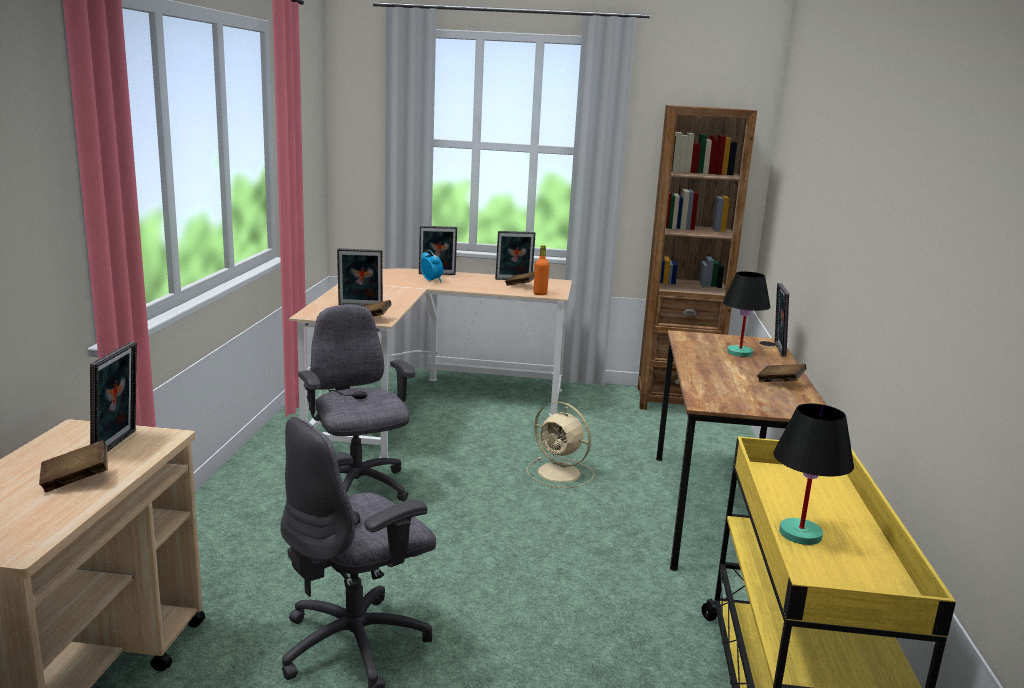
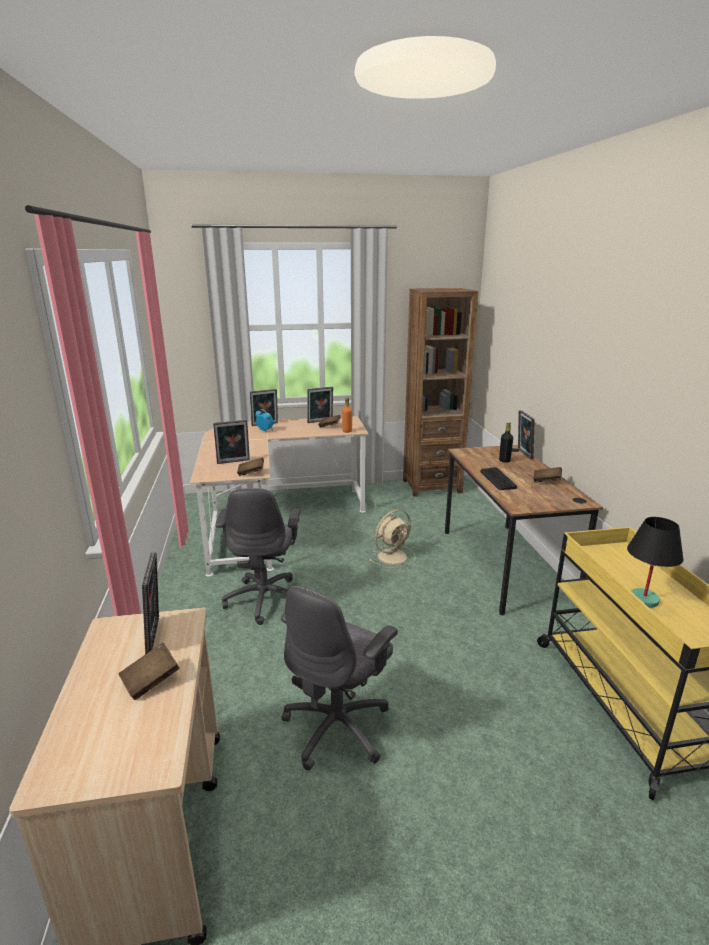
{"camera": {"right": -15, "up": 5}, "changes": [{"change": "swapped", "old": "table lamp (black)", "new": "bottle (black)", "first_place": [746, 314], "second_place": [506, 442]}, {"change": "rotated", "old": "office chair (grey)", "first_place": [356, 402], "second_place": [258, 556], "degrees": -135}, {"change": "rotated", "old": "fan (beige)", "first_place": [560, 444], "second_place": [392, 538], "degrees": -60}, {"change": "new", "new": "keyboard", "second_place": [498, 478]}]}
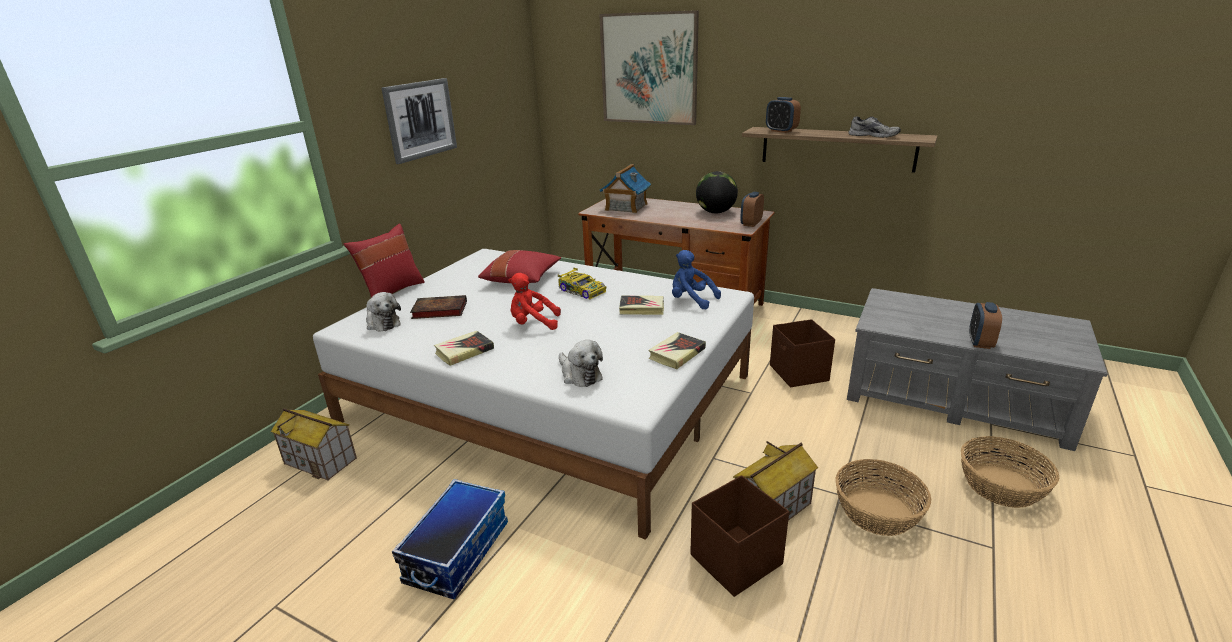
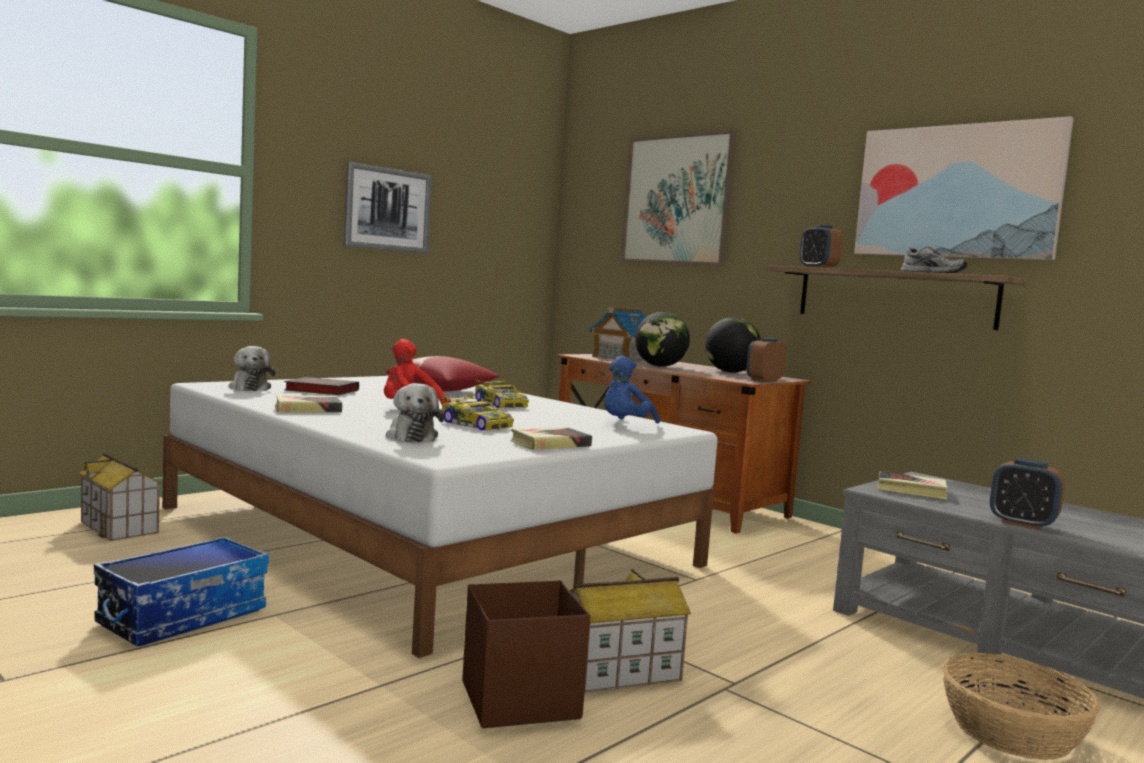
{"camera": {"right": 15, "up": -20}, "changes": [{"change": "gone", "old": "pillow (red)", "first_place": [384, 261]}, {"change": "rotated", "old": "plush toy (blue)", "first_place": [696, 279], "second_place": [632, 389], "degrees": -105}, {"change": "shifted", "old": "book", "first_place": [641, 305], "second_place": [912, 485]}, {"change": "rotated", "old": "alarm clock", "first_place": [985, 325], "second_place": [1027, 494], "degrees": -90}, {"change": "gone", "old": "storage box (brown)", "first_place": [802, 353]}, {"change": "gone", "old": "basket", "first_place": [883, 497]}, {"change": "new", "new": "picture", "second_place": [964, 188]}, {"change": "new", "new": "globe", "second_place": [662, 339]}, {"change": "new", "new": "toy car", "second_place": [478, 413]}]}
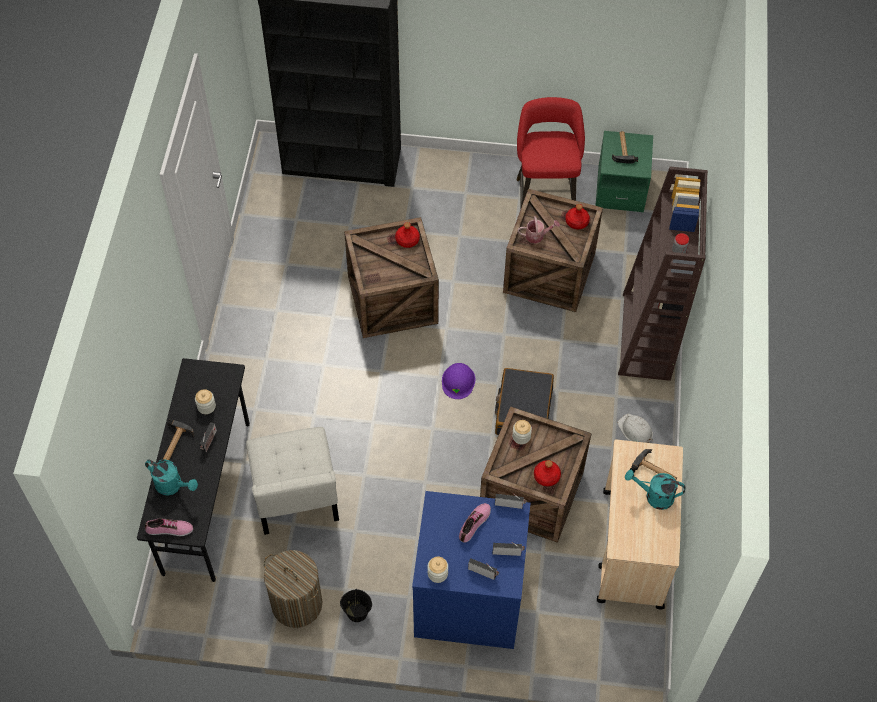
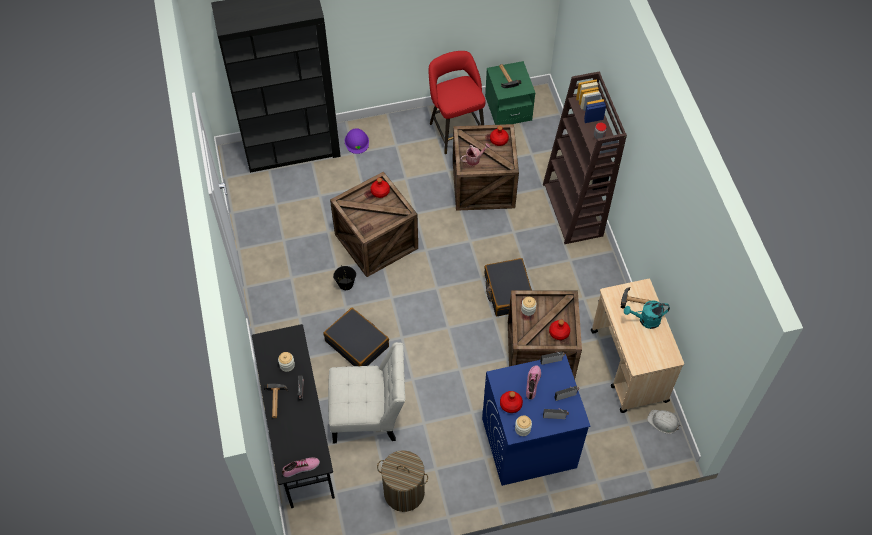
{"camera": {"right": -20, "up": 0}, "changes": [{"change": "shifted", "old": "hard hat (purple)", "first_place": [459, 381], "second_place": [357, 141]}, {"change": "shifted", "old": "hard hat (white)", "first_place": [635, 428], "second_place": [664, 422]}, {"change": "rotated", "old": "chair (white)", "first_place": [292, 481], "second_place": [366, 392], "degrees": -60}, {"change": "gone", "old": "watering can (turquoise)", "first_place": [171, 477]}, {"change": "shifted", "old": "bucket (black)", "first_place": [356, 605], "second_place": [344, 277]}, {"change": "new", "new": "suitcase (black)", "second_place": [356, 337]}, {"change": "new", "new": "bottle (red)", "second_place": [511, 402]}]}
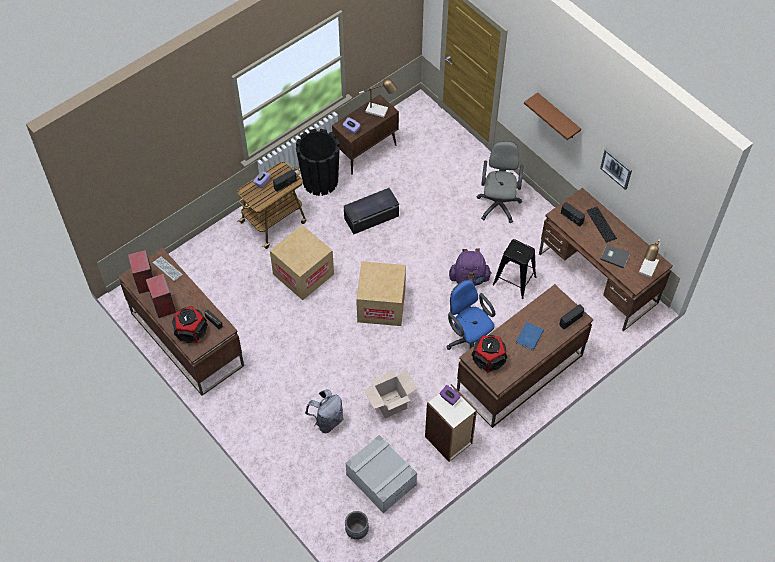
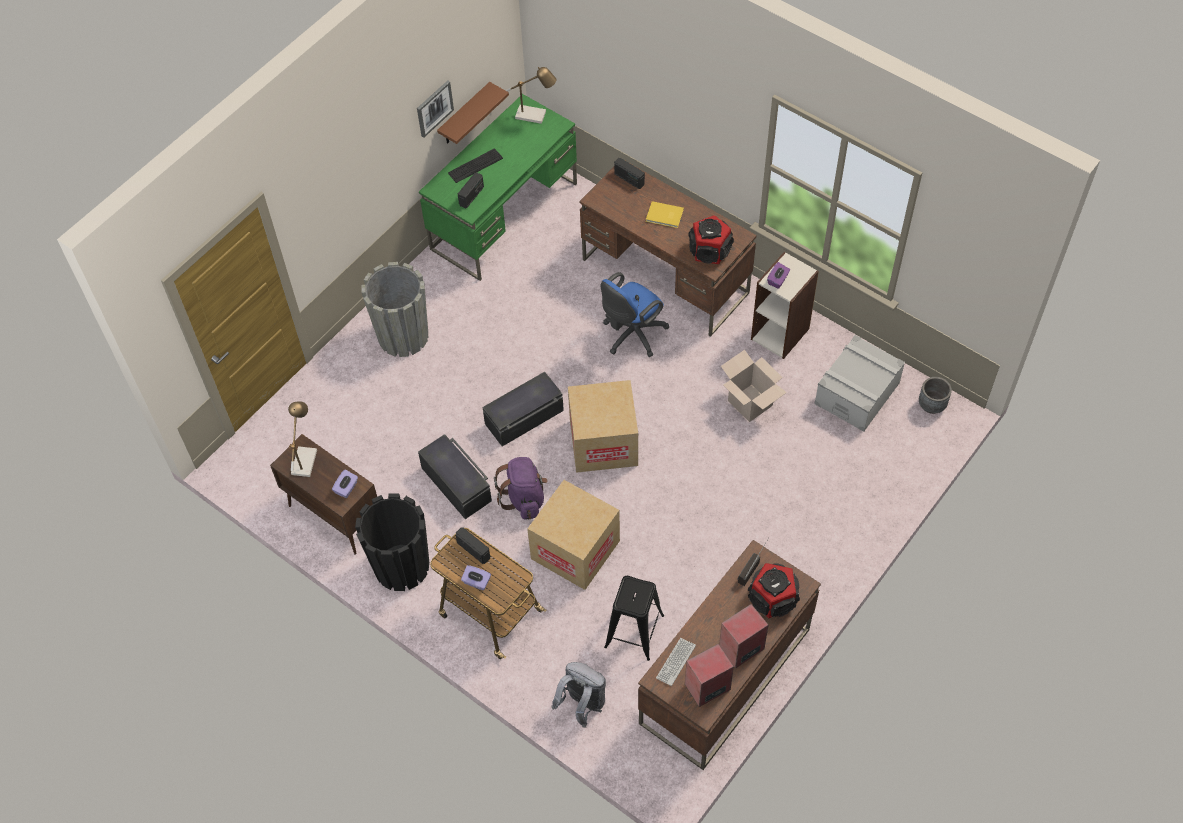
{"camera": {"right": -100, "up": 0}, "changes": [{"change": "shifted", "old": "shelf (brown)", "first_place": [552, 116], "second_place": [473, 113]}, {"change": "swapped", "old": "office chair (grey)", "new": "planter (grey)", "first_place": [500, 182], "second_place": [394, 309]}, {"change": "repainted", "old": "desk (brown)", "new": "desk (green)", "first_place": [606, 259], "second_place": [498, 187]}, {"change": "shifted", "old": "stool (black)", "first_place": [514, 269], "second_place": [634, 618]}, {"change": "gone", "old": "book (grey)", "first_place": [615, 257]}, {"change": "shifted", "old": "backpack (purple)", "first_place": [470, 267], "second_place": [521, 488]}, {"change": "repainted", "old": "book (blue)", "new": "book (yellow)", "first_place": [530, 336], "second_place": [665, 214]}, {"change": "shifted", "old": "backpack (grey)", "first_place": [324, 411], "second_place": [578, 695]}, {"change": "new", "new": "storage box (black)", "second_place": [523, 409]}]}
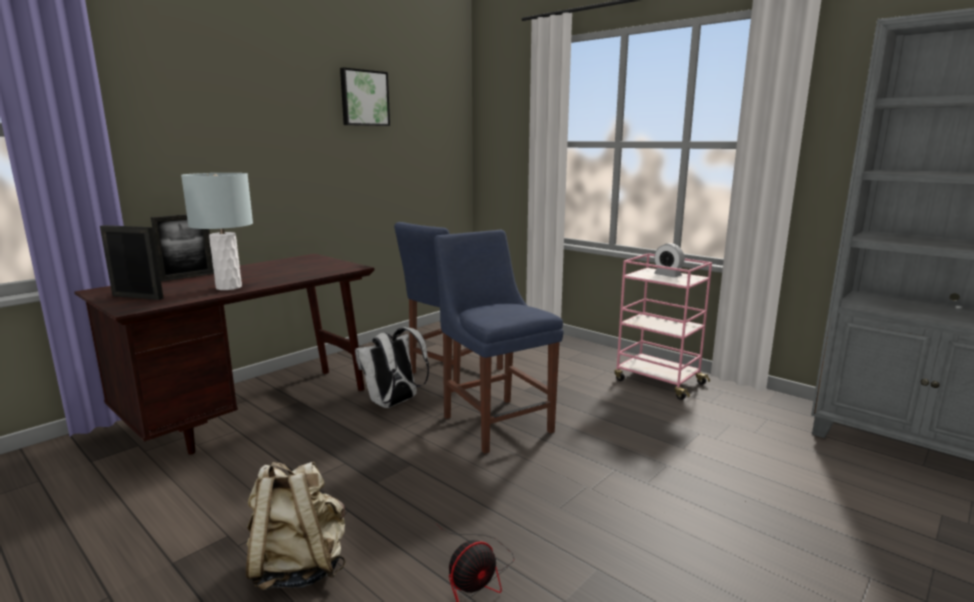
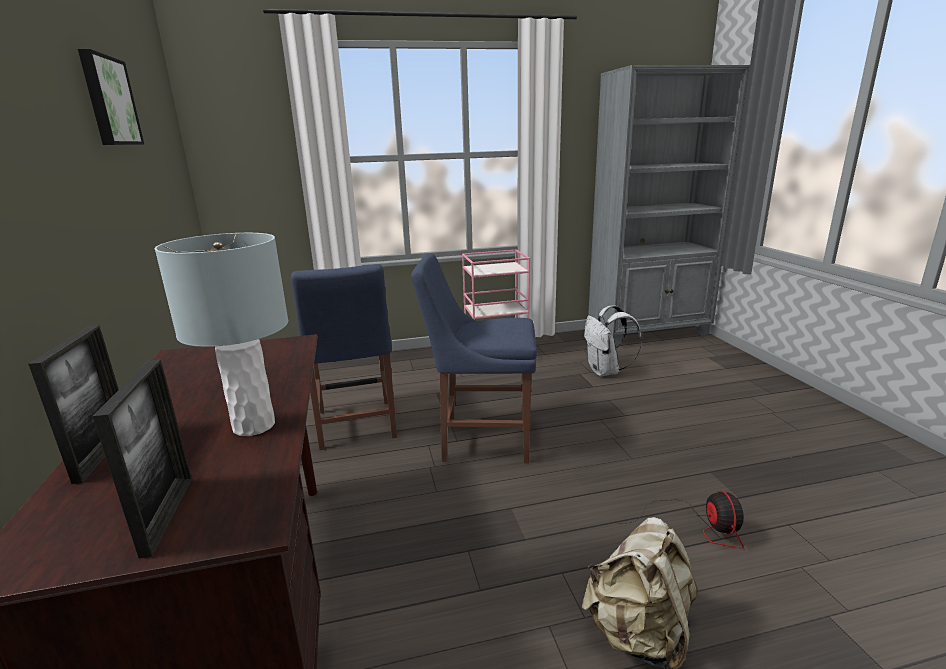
{"camera": {"right": -55, "up": 5}, "changes": [{"change": "rotated", "old": "picture frame", "first_place": [132, 262], "second_place": [142, 458], "degrees": 120}, {"change": "gone", "old": "alarm clock", "first_place": [669, 260]}, {"change": "shifted", "old": "backpack (white)", "first_place": [392, 367], "second_place": [613, 340]}]}
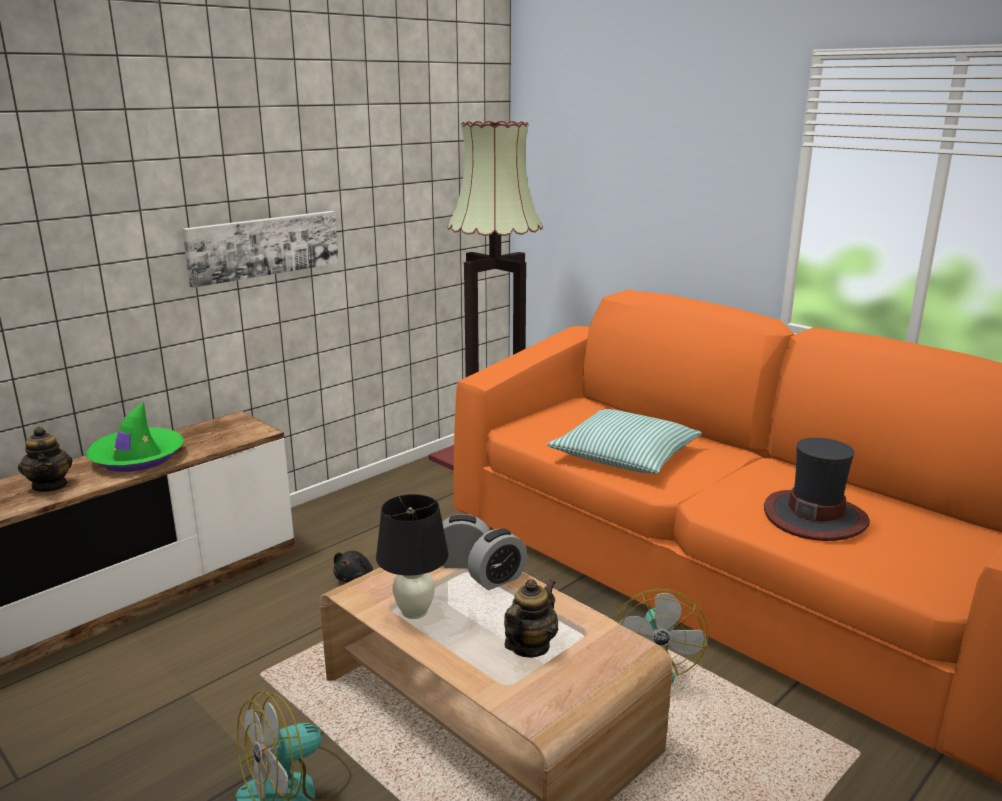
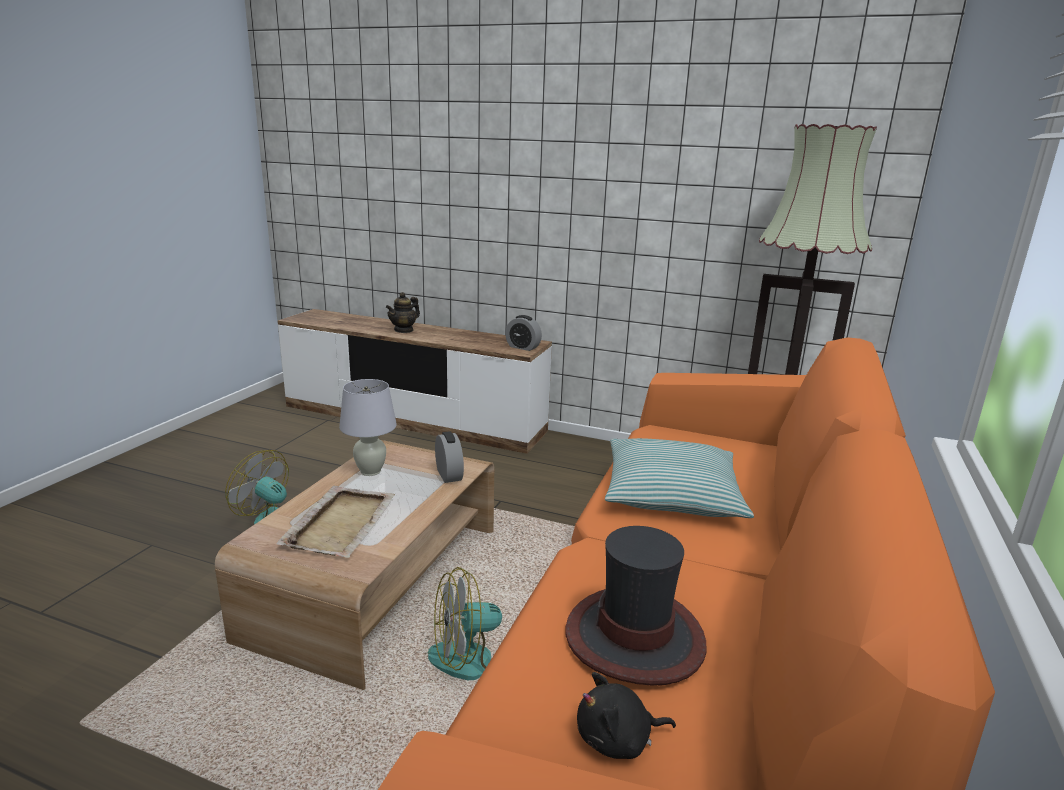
{"camera": {"right": 65, "up": 0}, "changes": [{"change": "gone", "old": "picture", "first_place": [260, 249]}, {"change": "gone", "old": "hat (green)", "first_place": [135, 436]}, {"change": "repainted", "old": "table lamp (black)", "new": "table lamp (white)", "first_place": [412, 556], "second_place": [368, 427]}, {"change": "shifted", "old": "alarm clock", "first_place": [497, 559], "second_place": [523, 333]}, {"change": "shifted", "old": "plush toy (black)", "first_place": [353, 567], "second_place": [626, 715]}, {"change": "swapped", "old": "teapot", "new": "tray (beige)", "first_place": [531, 618], "second_place": [335, 522]}]}
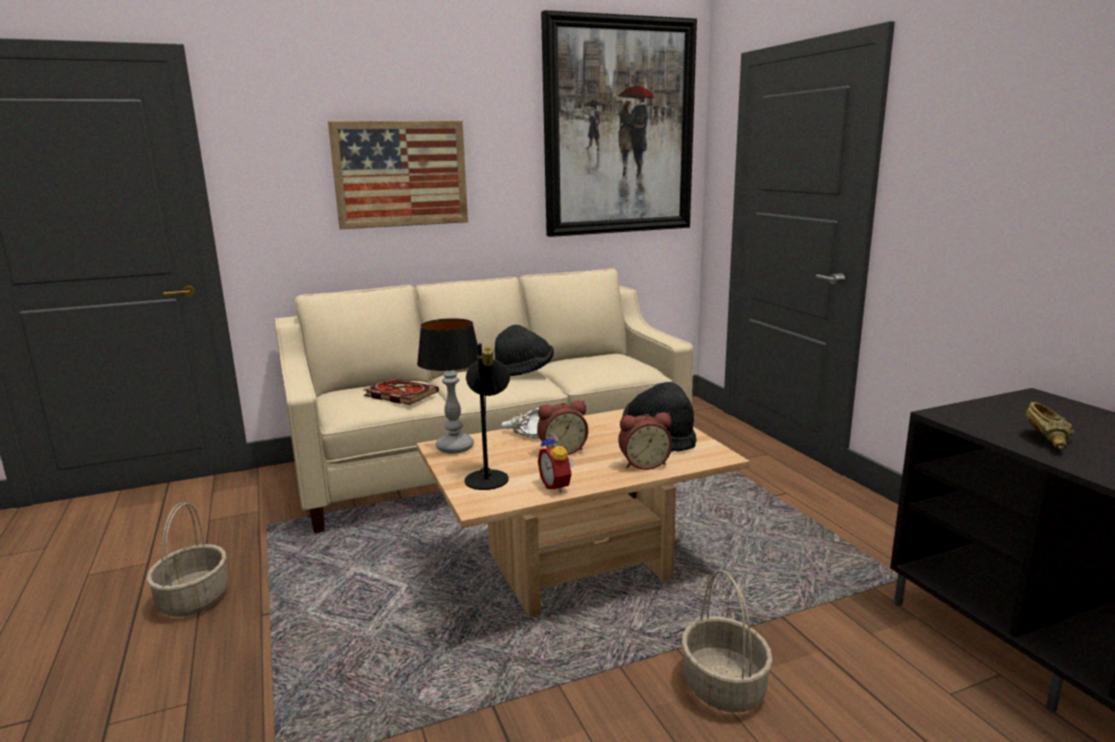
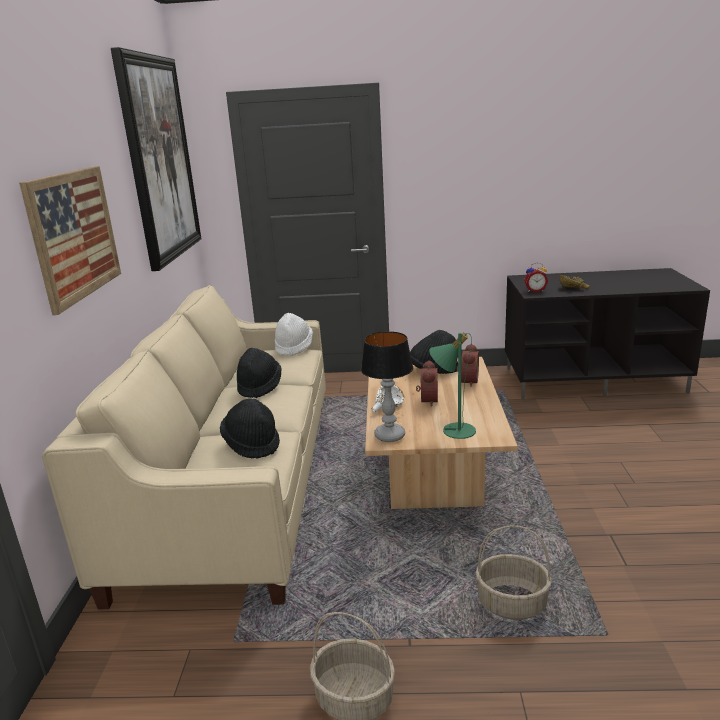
{"camera": {"right": -65, "up": 5}, "changes": [{"change": "repainted", "old": "table lamp (black)", "new": "table lamp (green)", "first_place": [487, 416], "second_place": [452, 386]}, {"change": "swapped", "old": "book", "new": "hat (black)", "first_place": [401, 391], "second_place": [250, 428]}, {"change": "shifted", "old": "alarm clock", "first_place": [556, 463], "second_place": [536, 277]}, {"change": "shifted", "old": "basket", "first_place": [727, 641], "second_place": [514, 572]}, {"change": "new", "new": "hat (white)", "second_place": [294, 334]}]}
